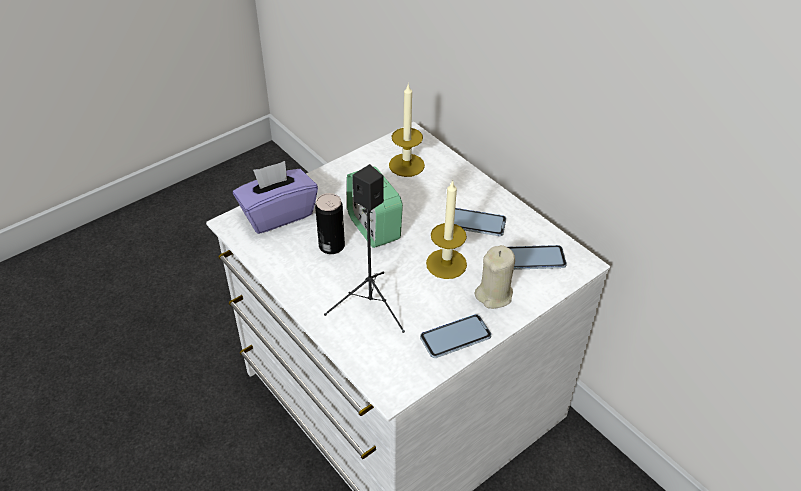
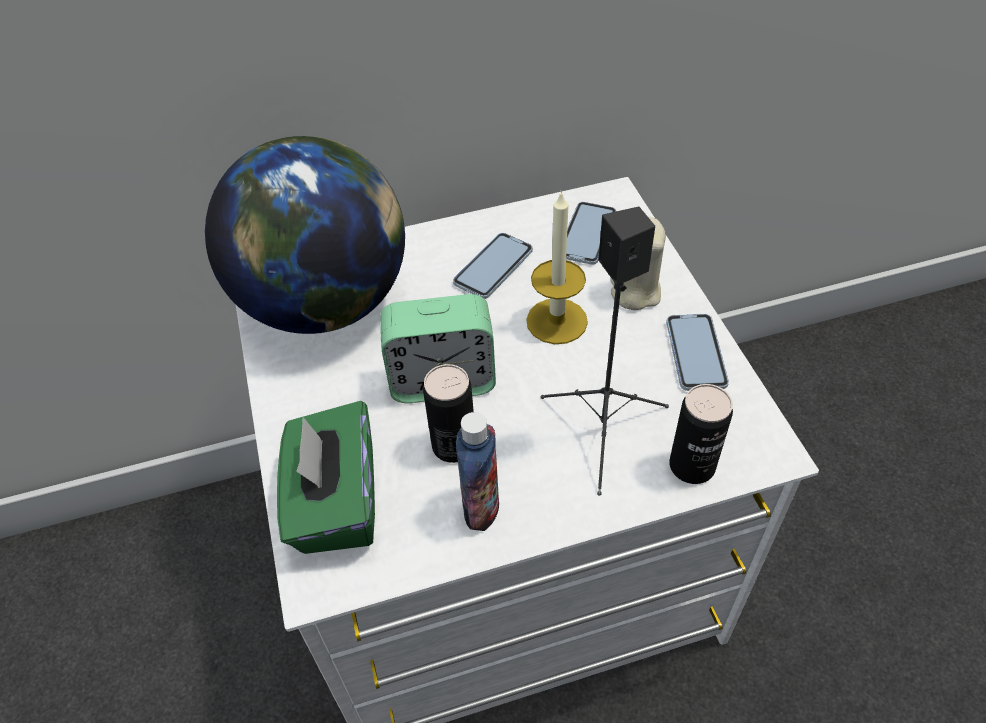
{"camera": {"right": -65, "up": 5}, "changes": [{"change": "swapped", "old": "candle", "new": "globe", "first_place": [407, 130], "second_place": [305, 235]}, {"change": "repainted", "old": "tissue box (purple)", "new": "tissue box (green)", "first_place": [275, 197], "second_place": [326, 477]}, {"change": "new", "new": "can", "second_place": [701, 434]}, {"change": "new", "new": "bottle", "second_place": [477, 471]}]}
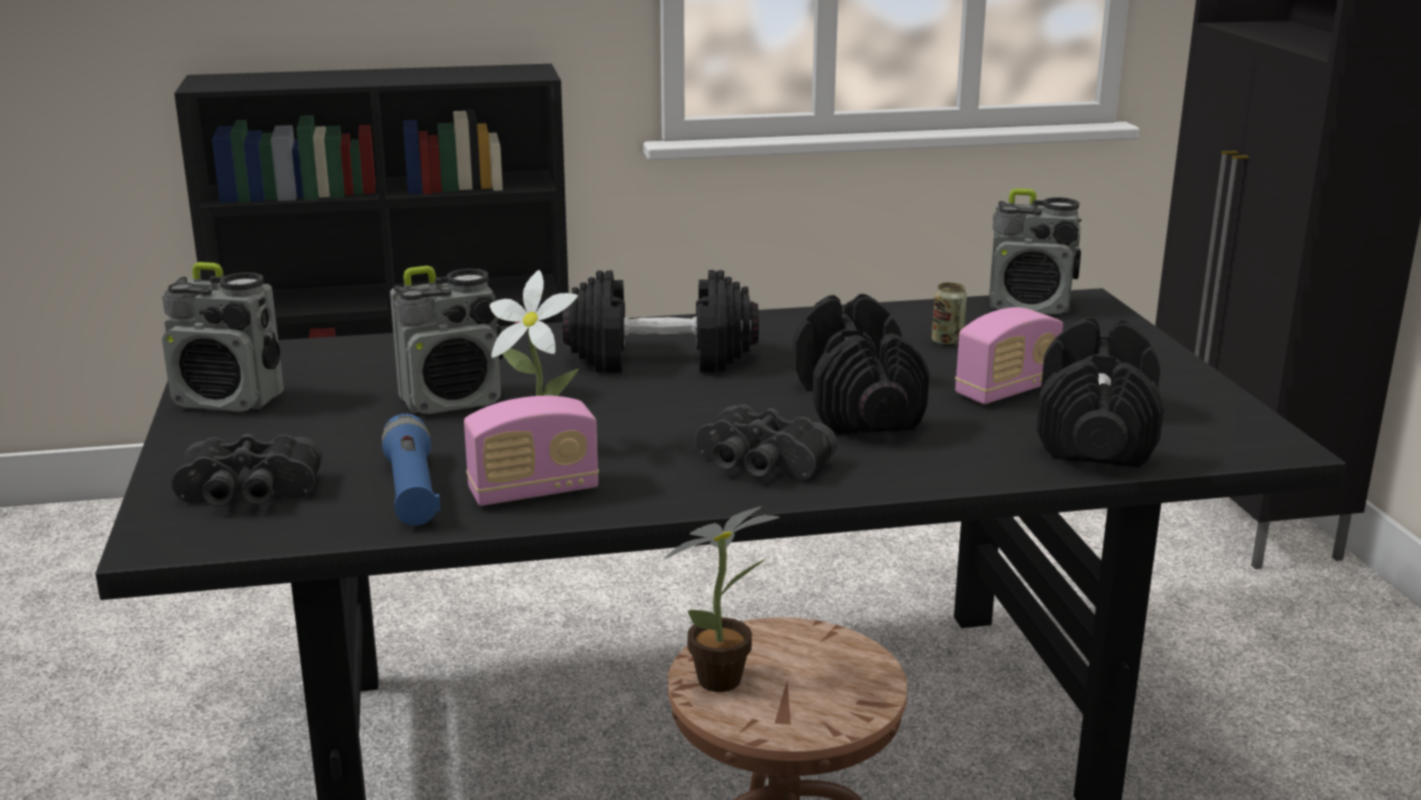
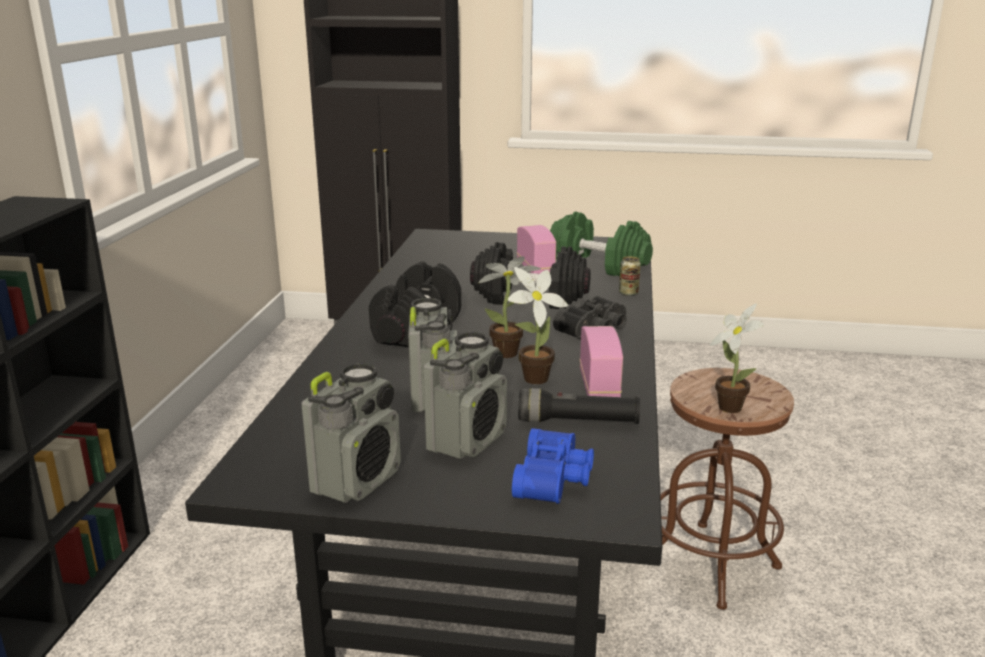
{"camera": {"right": -70, "up": 0}, "changes": [{"change": "shifted", "old": "radio", "first_place": [1035, 251], "second_place": [465, 395]}, {"change": "shifted", "old": "can", "first_place": [949, 314], "second_place": [630, 276]}, {"change": "repainted", "old": "dumbbell (black)", "new": "dumbbell (green)", "first_place": [1100, 392], "second_place": [601, 243]}, {"change": "repainted", "old": "flashlight (blue)", "new": "flashlight (black)", "first_place": [411, 469], "second_place": [579, 406]}, {"change": "repainted", "old": "binoculars (black)", "new": "binoculars (blue)", "first_place": [246, 470], "second_place": [553, 466]}, {"change": "new", "new": "potted plant", "second_place": [509, 307]}]}
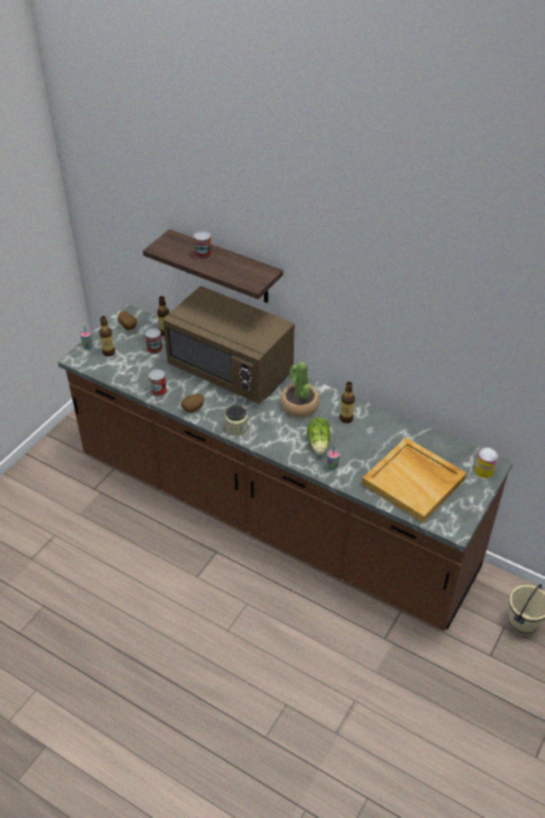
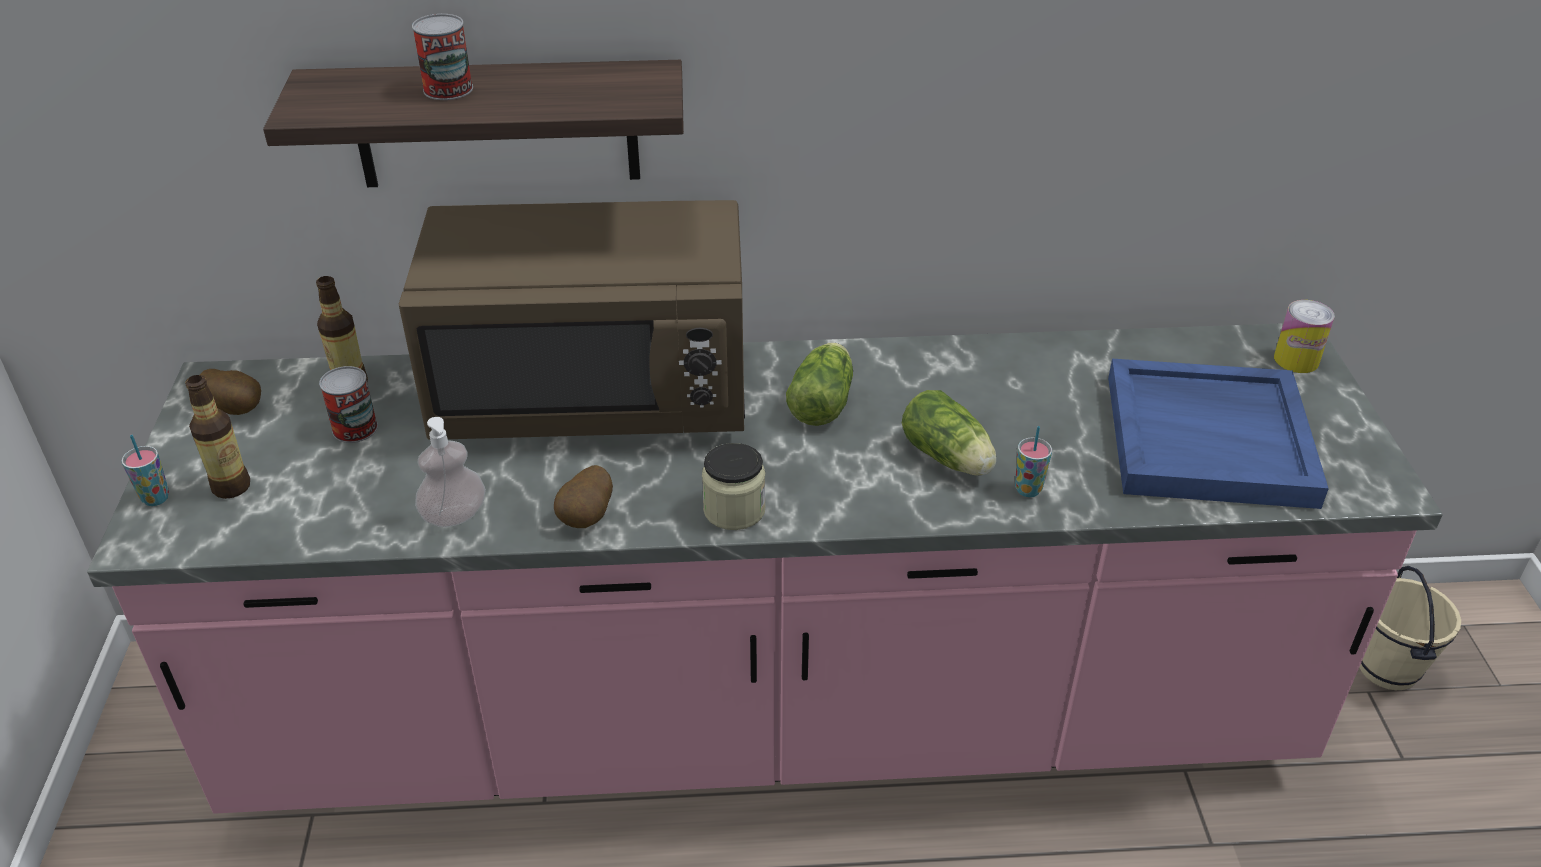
{"camera": {"right": -35, "up": -5}, "changes": [{"change": "repainted", "old": "counter (brown)", "new": "counter (pink)", "first_place": [285, 467], "second_place": [765, 568]}, {"change": "swapped", "old": "potted plant", "new": "lettuce", "first_place": [300, 389], "second_place": [819, 384]}, {"change": "swapped", "old": "can", "new": "soap dispenser", "first_place": [157, 383], "second_place": [450, 472]}, {"change": "gone", "old": "bottle", "first_place": [347, 402]}, {"change": "repainted", "old": "tray (beige)", "new": "tray (blue)", "first_place": [414, 480], "second_place": [1218, 434]}]}
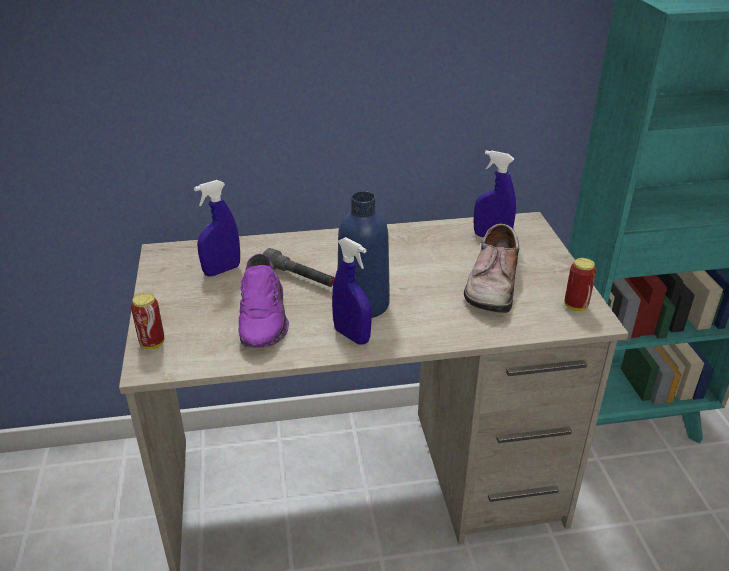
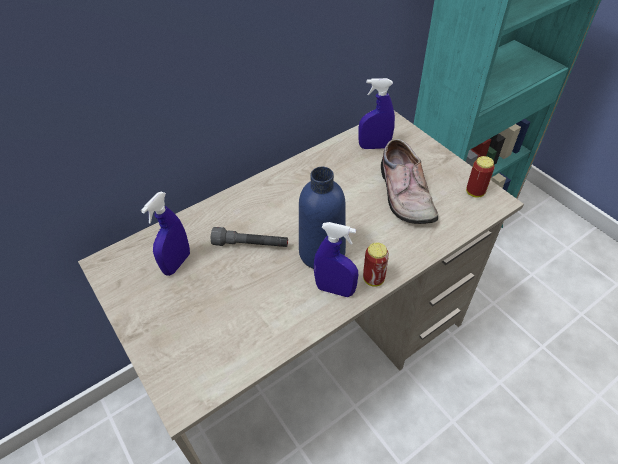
{"camera": {"right": -25, "up": 15}, "changes": [{"change": "gone", "old": "shoe (purple)", "first_place": [264, 301]}, {"change": "shifted", "old": "can", "first_place": [147, 321], "second_place": [376, 264]}]}
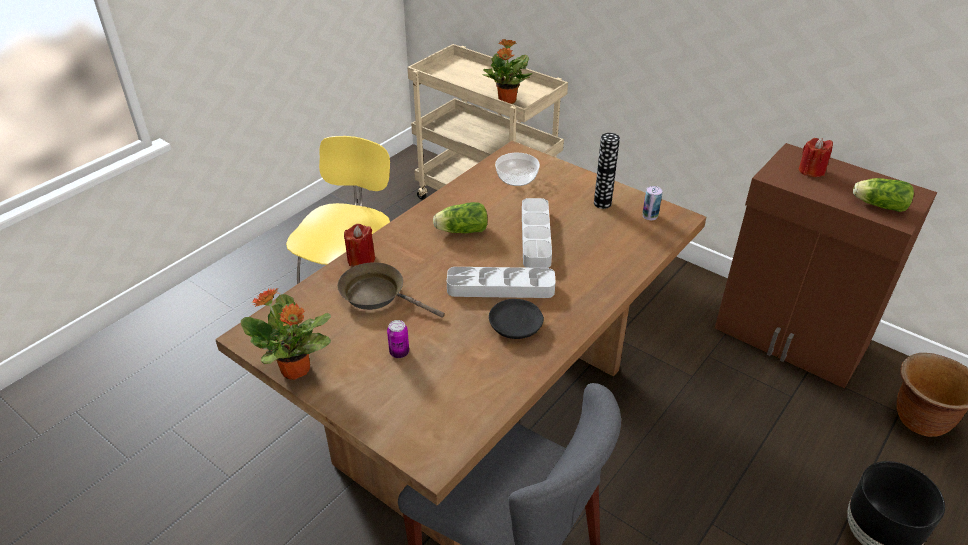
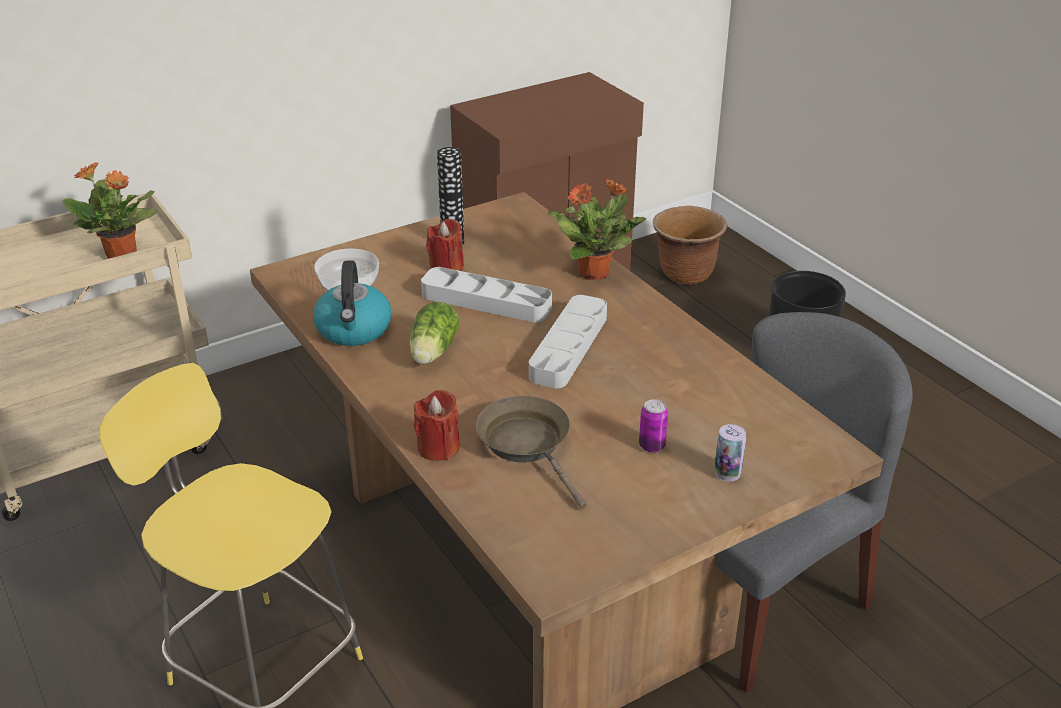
{"camera": {"right": -70, "up": -5}, "changes": [{"change": "shifted", "old": "candle (red)", "first_place": [816, 157], "second_place": [445, 245]}, {"change": "gone", "old": "lettuce", "first_place": [883, 195]}, {"change": "shifted", "old": "can", "first_place": [652, 203], "second_place": [730, 453]}, {"change": "rotated", "old": "frying pan (brown)", "first_place": [391, 290], "second_place": [531, 452], "degrees": 105}, {"change": "shifted", "old": "potted plant", "first_place": [286, 334], "second_place": [596, 229]}, {"change": "gone", "old": "plate (black)", "first_place": [516, 319]}, {"change": "new", "new": "kettle", "second_place": [352, 303]}]}
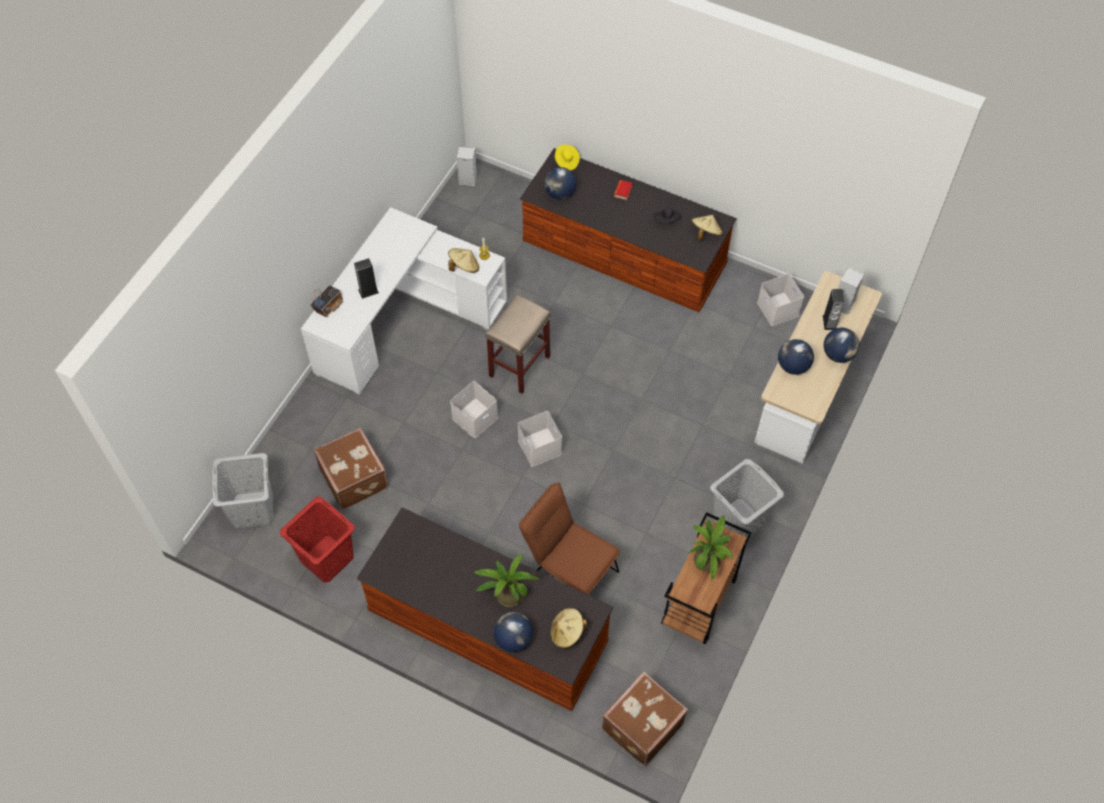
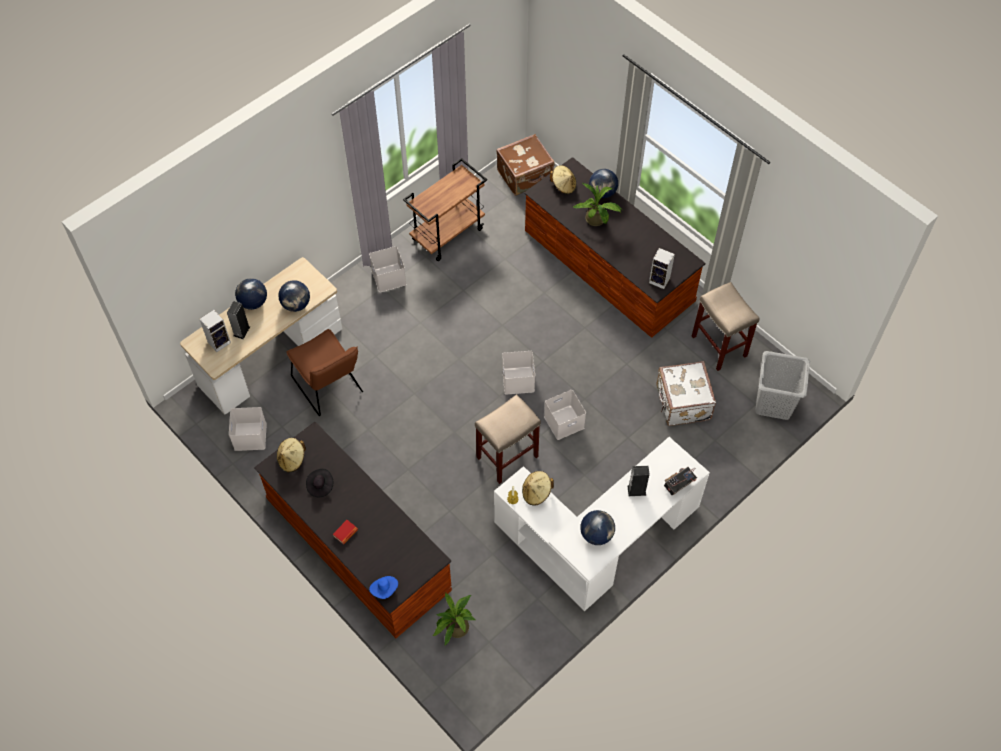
{"camera": {"right": -160, "up": 0}, "changes": [{"change": "repainted", "old": "hat (yellow)", "new": "hat (blue)", "first_place": [567, 158], "second_place": [383, 587]}, {"change": "shifted", "old": "speaker", "first_place": [467, 166], "second_place": [662, 268]}, {"change": "shifted", "old": "globe", "first_place": [560, 183], "second_place": [597, 527]}, {"change": "repainted", "old": "suitcase (brown)", "new": "suitcase (white)", "first_place": [351, 469], "second_place": [686, 393]}, {"change": "swapped", "old": "laundry basket (grey)", "new": "storage box (white)", "first_place": [747, 498], "second_place": [387, 269]}, {"change": "shifted", "old": "chair (brown)", "first_place": [569, 539], "second_place": [324, 372]}, {"change": "swapped", "old": "laundry basket (red)", "new": "stool (beige)", "first_place": [317, 540], "second_place": [725, 326]}, {"change": "shifted", "old": "potted plant", "first_place": [710, 548], "second_place": [454, 619]}]}
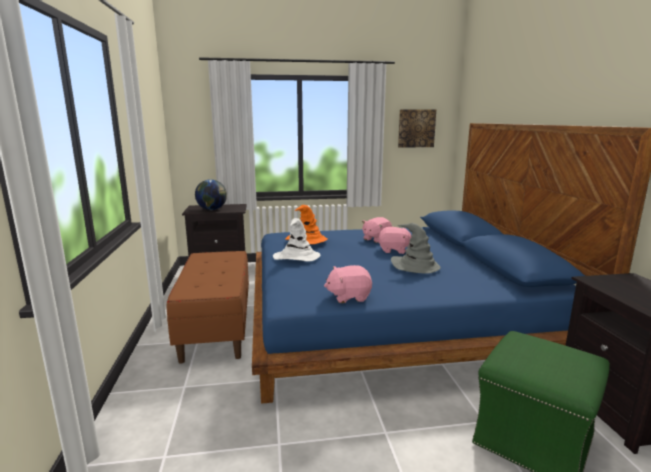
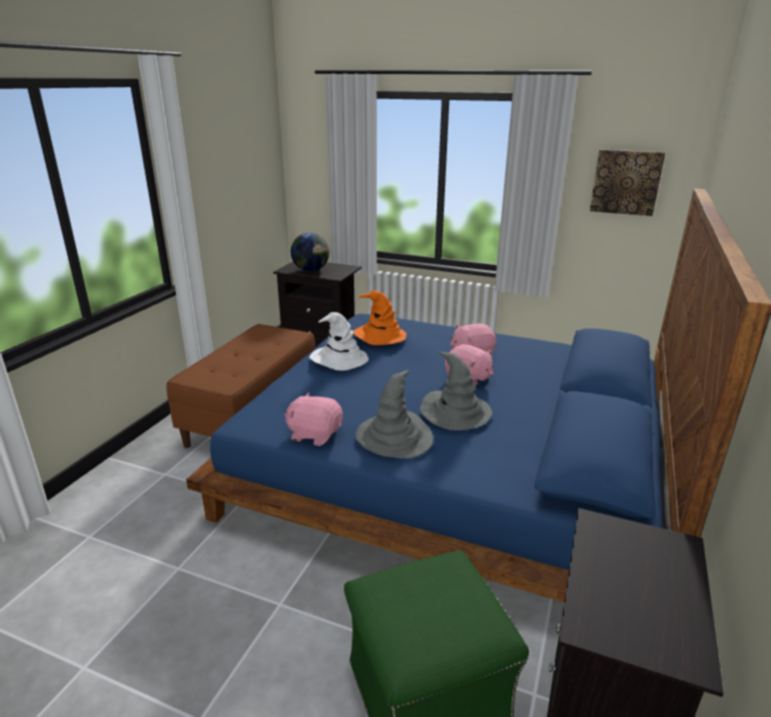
{"camera": {"right": 30, "up": 10}, "changes": [{"change": "new", "new": "hat (grey)", "second_place": [394, 414]}]}
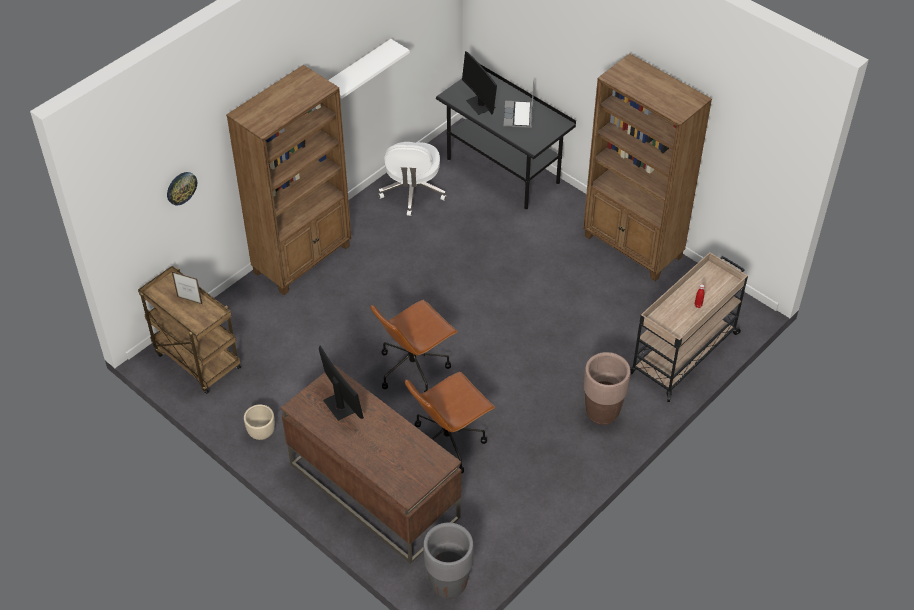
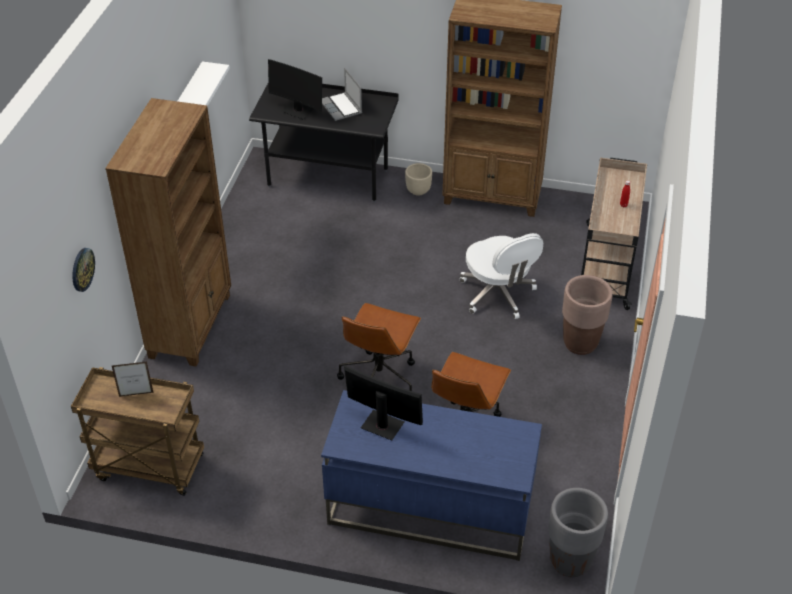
{"camera": {"right": -30, "up": -5}, "changes": [{"change": "shifted", "old": "office chair (white)", "first_place": [412, 179], "second_place": [501, 276]}, {"change": "repainted", "old": "desk (brown)", "new": "desk (blue)", "first_place": [371, 464], "second_place": [431, 475]}, {"change": "shifted", "old": "planter (beige)", "first_place": [259, 422], "second_place": [418, 179]}]}
